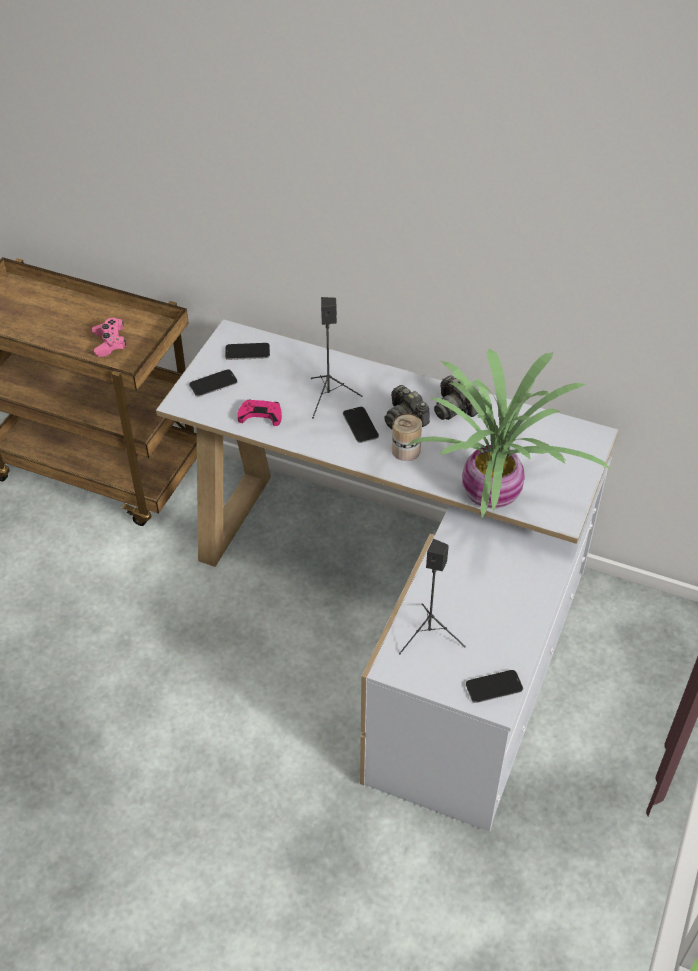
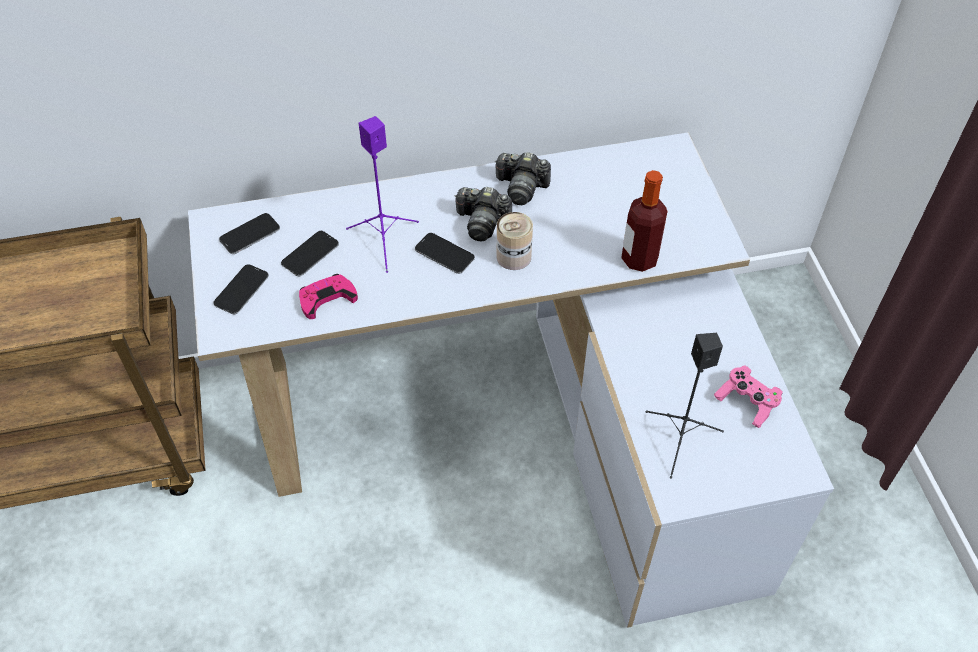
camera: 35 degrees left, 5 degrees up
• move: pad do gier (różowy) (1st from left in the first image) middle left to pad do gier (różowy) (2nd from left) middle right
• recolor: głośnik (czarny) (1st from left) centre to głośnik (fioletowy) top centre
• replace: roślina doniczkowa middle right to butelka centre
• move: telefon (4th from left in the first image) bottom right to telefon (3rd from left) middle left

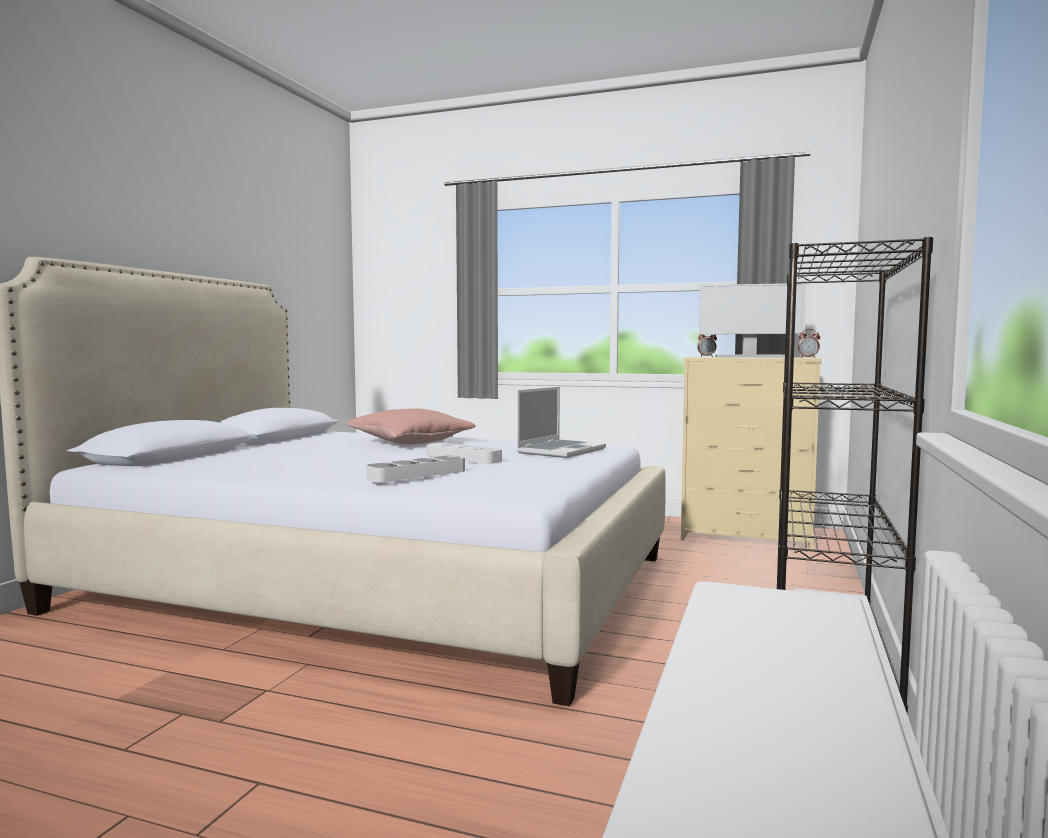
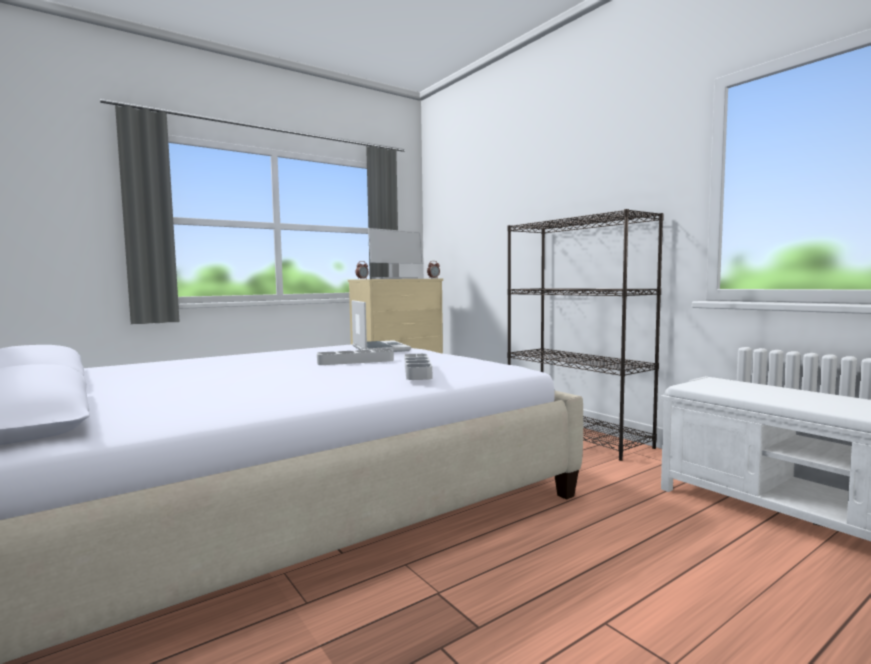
camera: 55 degrees left, 0 degrees up
• delete: poduszka (różowy) centre

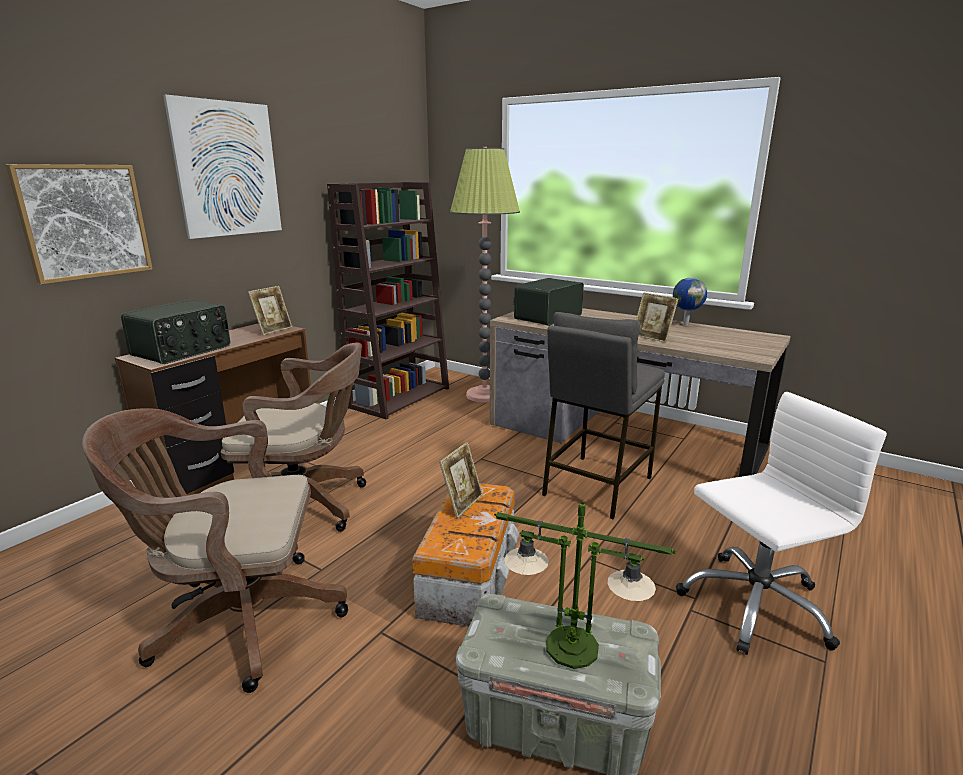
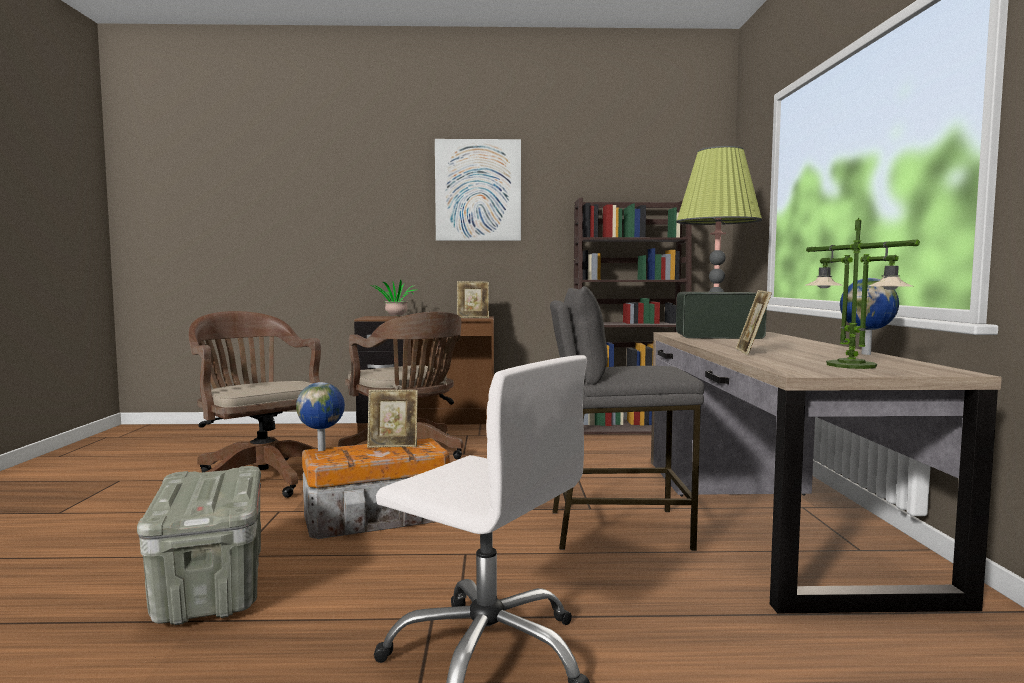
camera: 55 degrees right, 15 degrees down
• delete: obraz (1st from left) top left
• replace: radio (1st from left) middle left to roślina doniczkowa centre
• move: lampa stołowa bottom centre to middle right
• insert: globus (1st from left) middle left

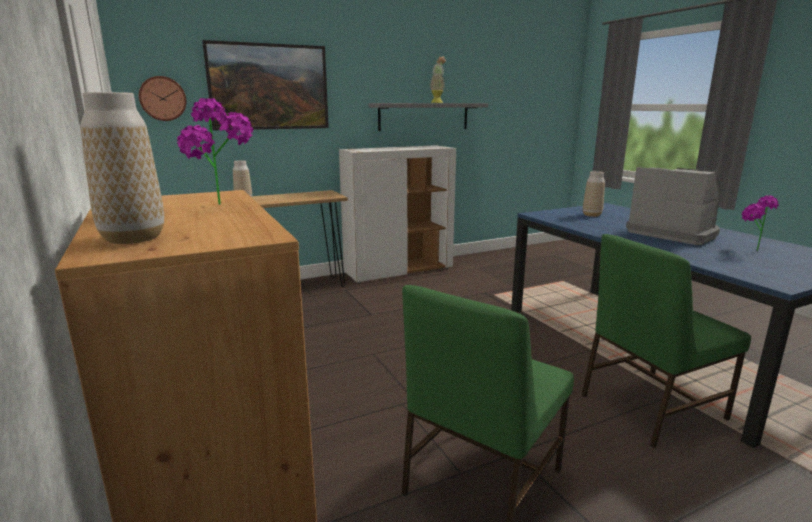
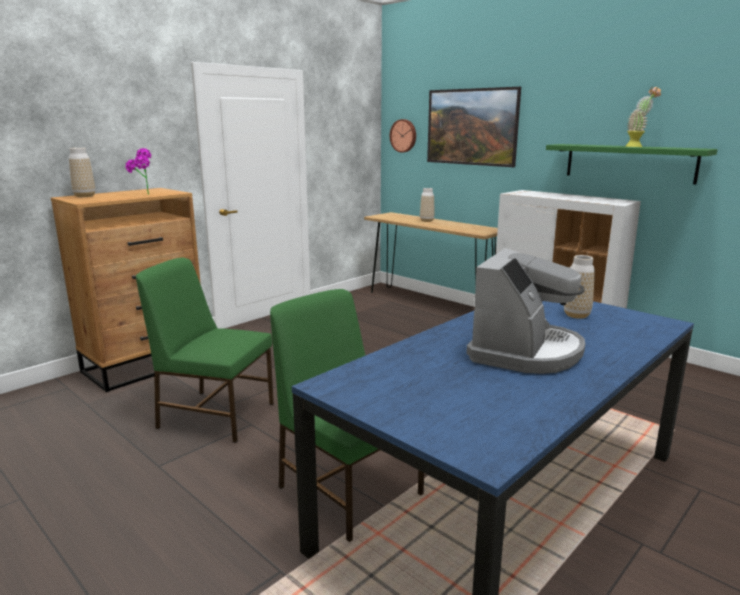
camera: 70 degrees right, 0 degrees up
• recolor: półka (szary) top centre to półka (zielony) top right
• delete: roślina doniczkowa (3rd from left) middle right

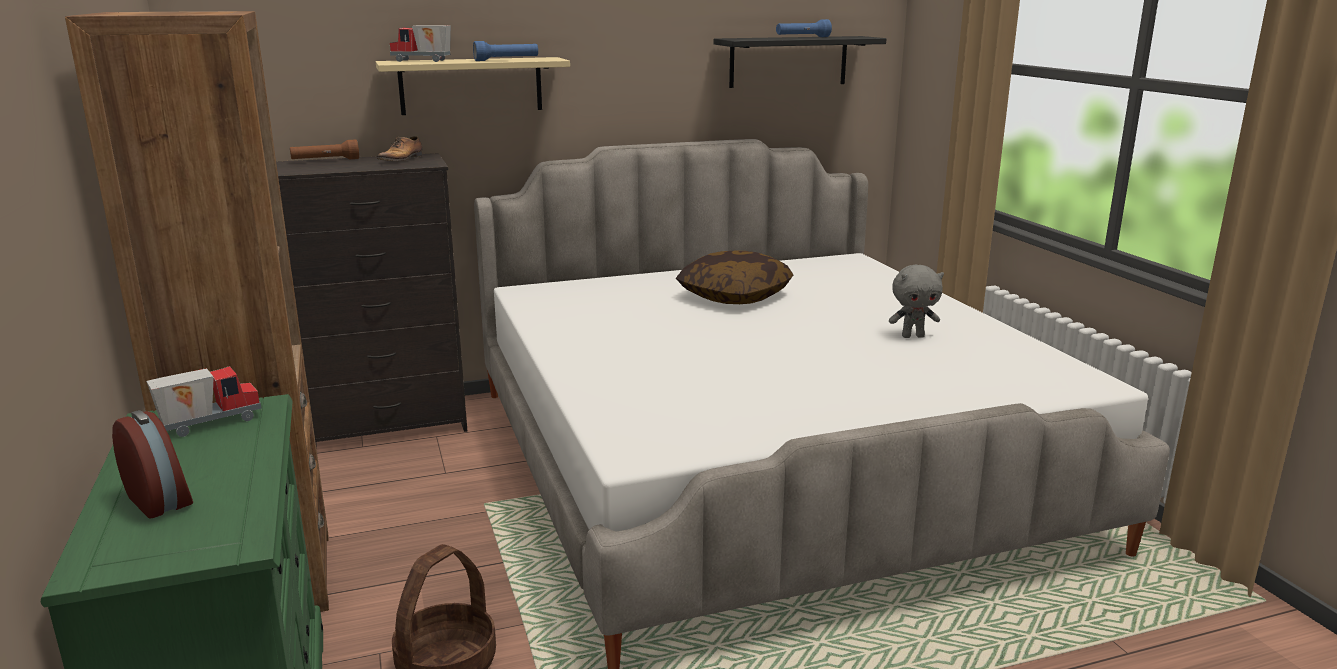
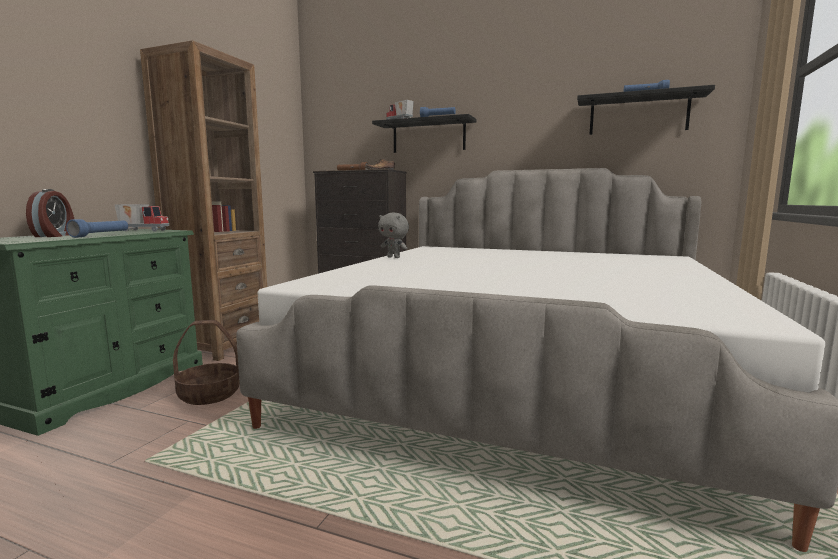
camera: 40 degrees right, 10 degrees down
• recolor: półka (beżowy) top centre to półka (czarny) (1st from left) top centre
• delete: poduszka centre
• move: pluszak (szary) middle right to centre
• insert: latarka (niebieski) (1st from left) middle left

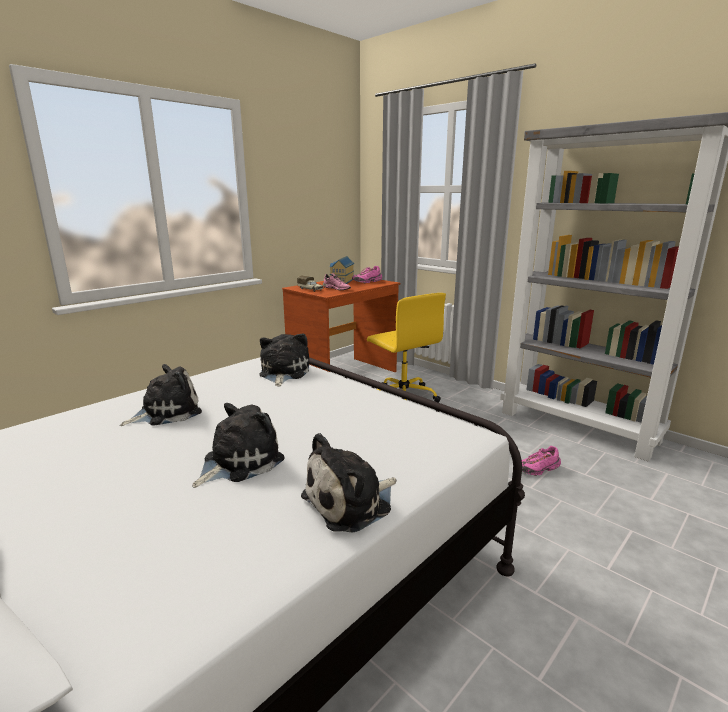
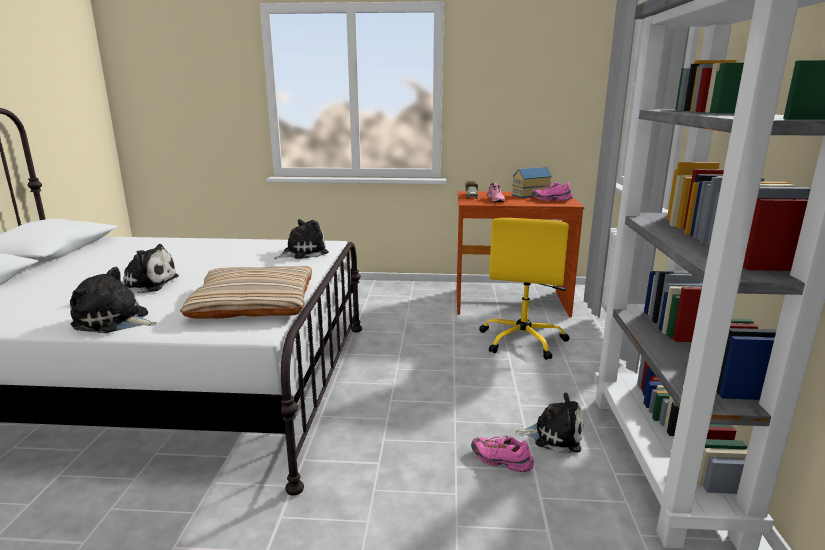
camera: 50 degrees right, 0 degrees up
• move: pluszak (1st from left in the first image) middle left to pluszak (4th from left) bottom centre
• insert: poduszka (beżowy) middle left

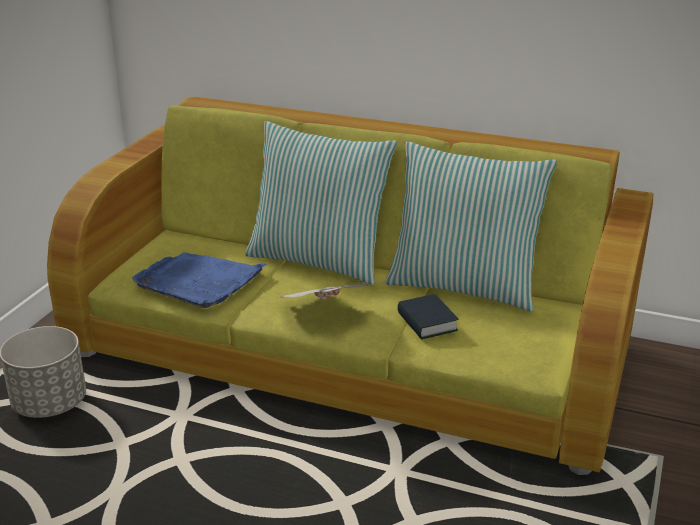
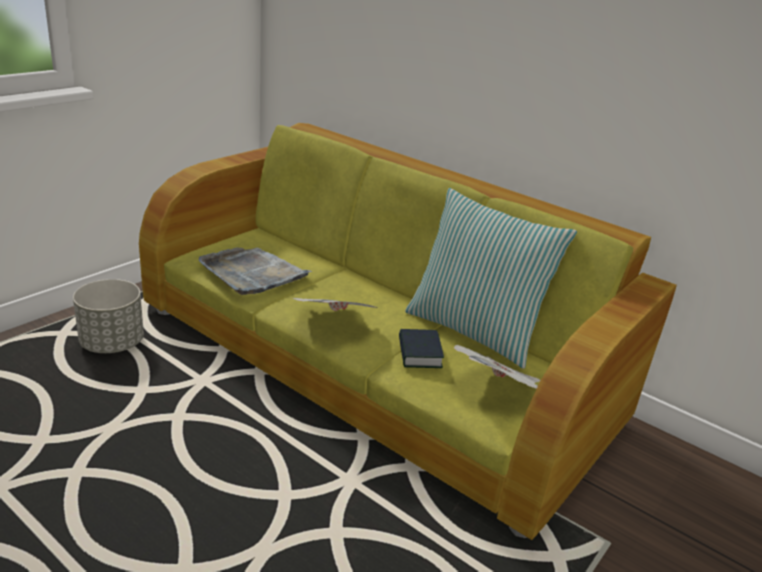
camera: 15 degrees right, 0 degrees up
• recolor: taca (niebieski) middle left to taca (szary) centre
• delete: poduszka (1st from left) centre
• insert: gazeta (2nd from left) centre

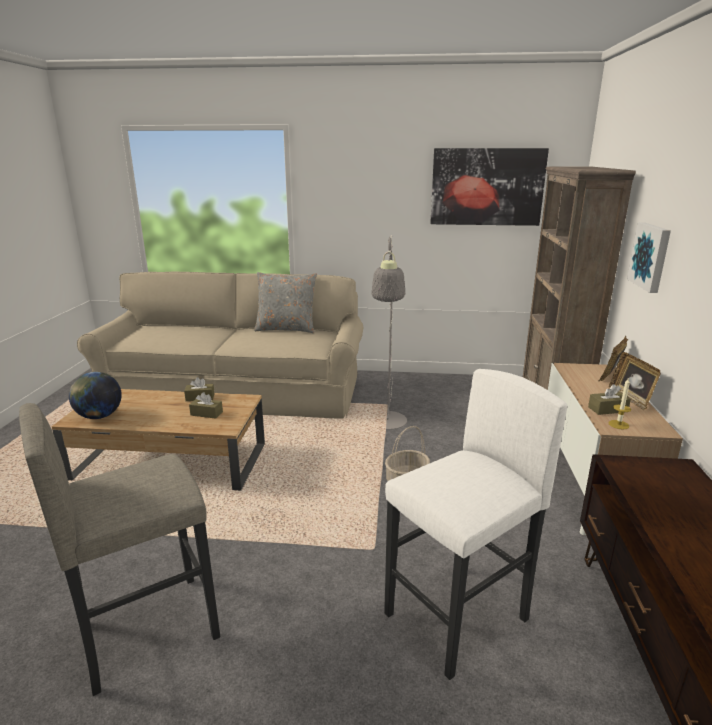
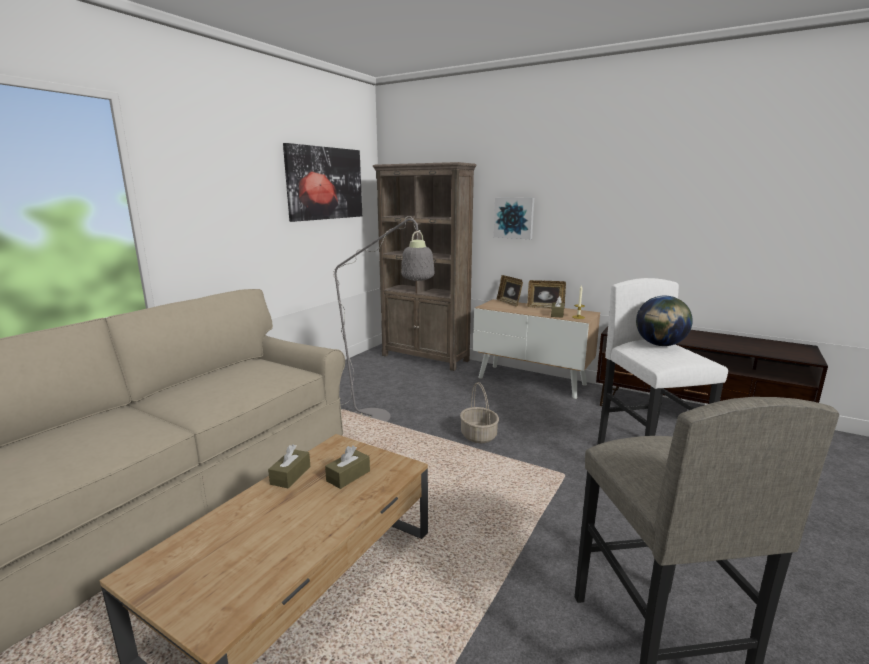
camera: 65 degrees left, 5 degrees down
• move: globus middle left to middle right
• delete: poduszka (szary) centre

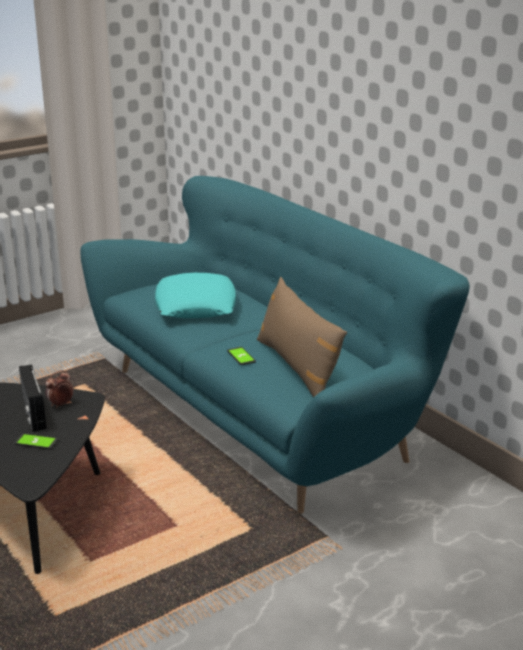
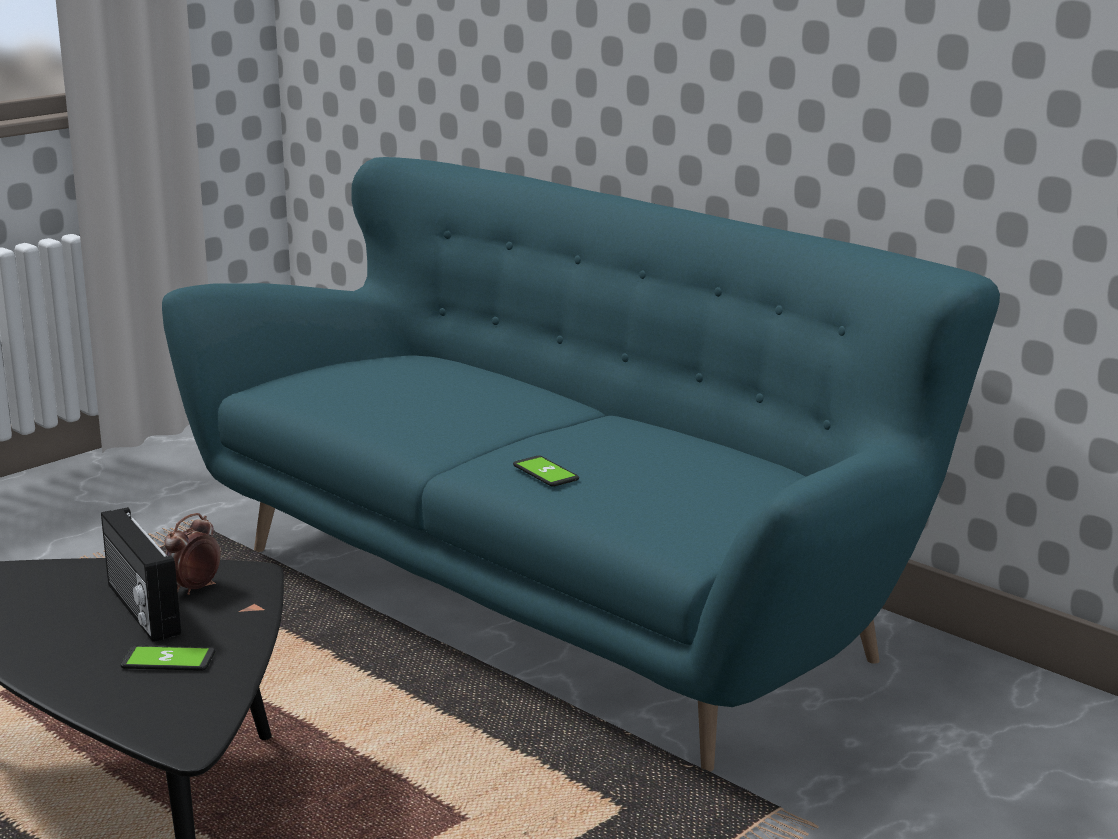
camera: 10 degrees left, 5 degrees down
• delete: poduszka (turkusowy) centre
• delete: poduszka (brązowy) centre

